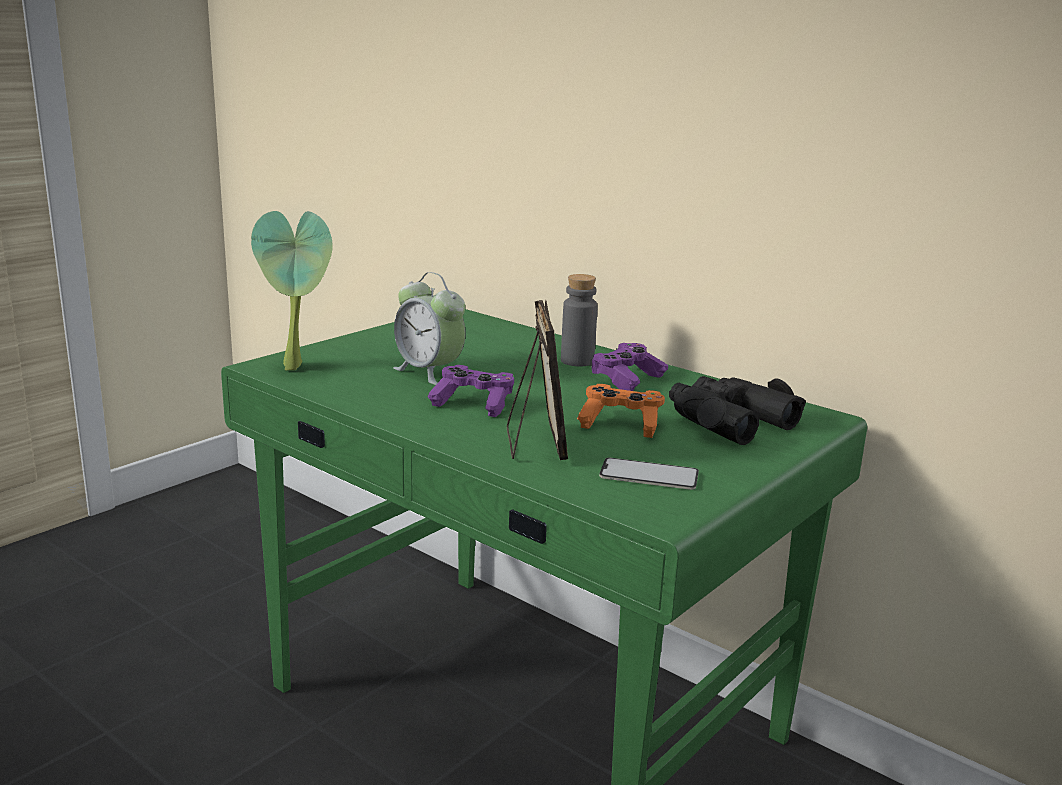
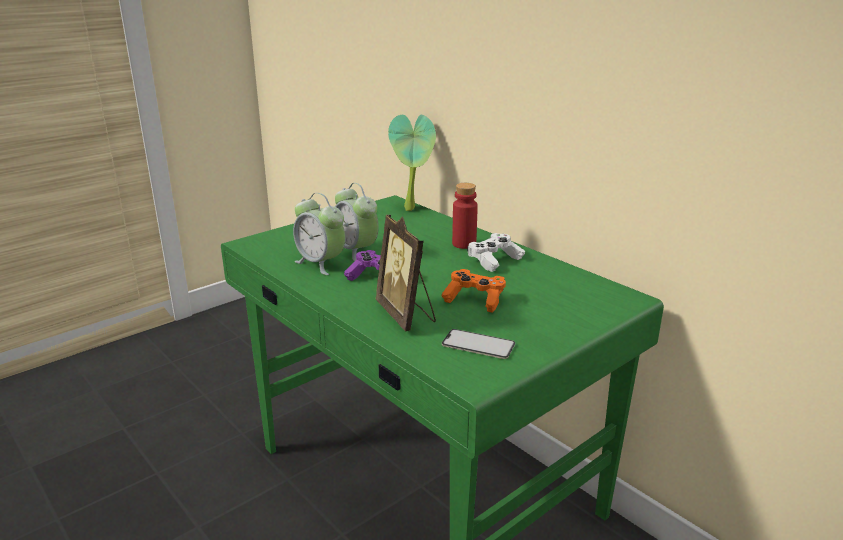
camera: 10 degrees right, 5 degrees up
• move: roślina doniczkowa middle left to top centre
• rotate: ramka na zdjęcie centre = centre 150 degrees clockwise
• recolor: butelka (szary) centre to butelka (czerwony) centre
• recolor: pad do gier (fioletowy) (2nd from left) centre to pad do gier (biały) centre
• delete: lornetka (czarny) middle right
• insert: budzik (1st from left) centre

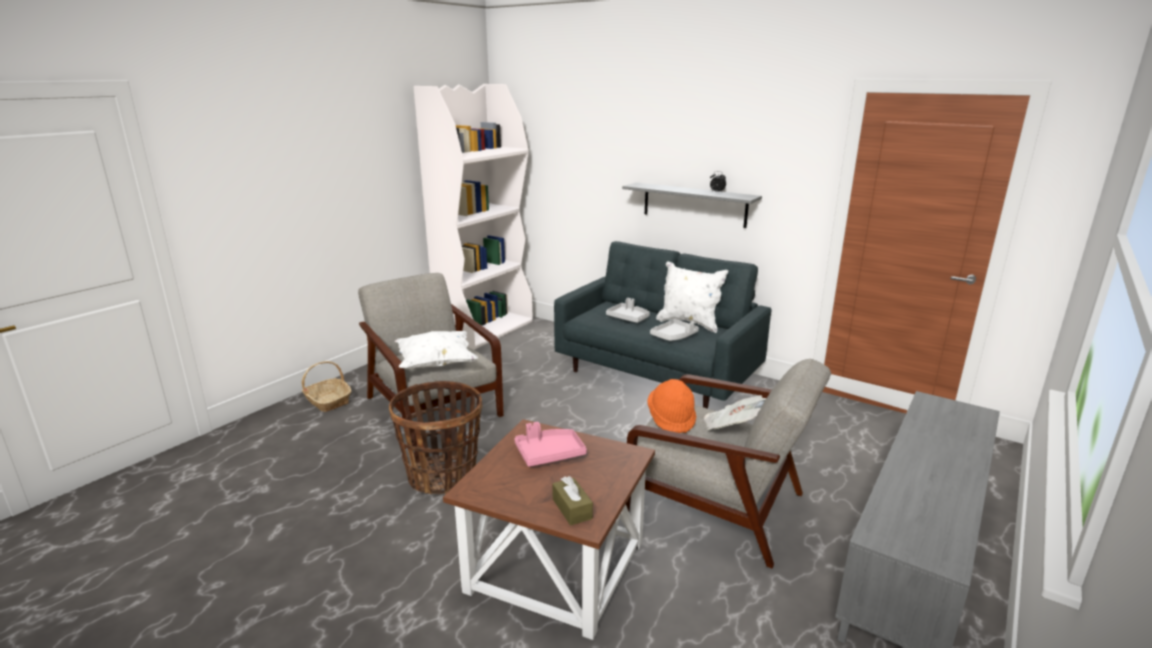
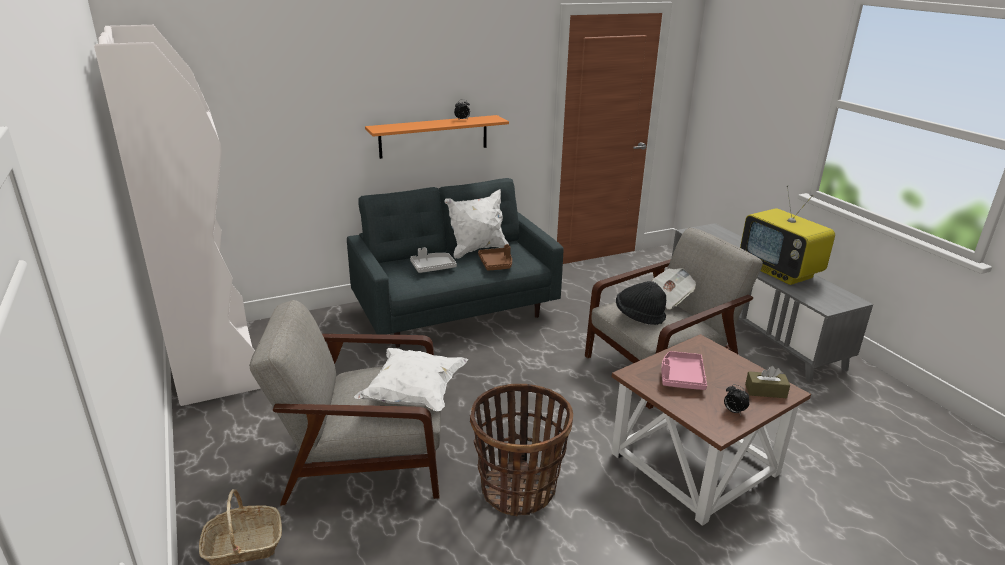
camera: 60 degrees left, 5 degrees up
• recolor: półka (szary) top centre to półka (pomarańczowy) top centre
• recolor: kapelusz (pomarańczowy) centre to kapelusz (czarny) centre
• recolor: taca (szary) (2nd from left) centre to taca (brązowy) centre
• insert: budzik (2nd from left) bottom right
• insert: telewizor middle right

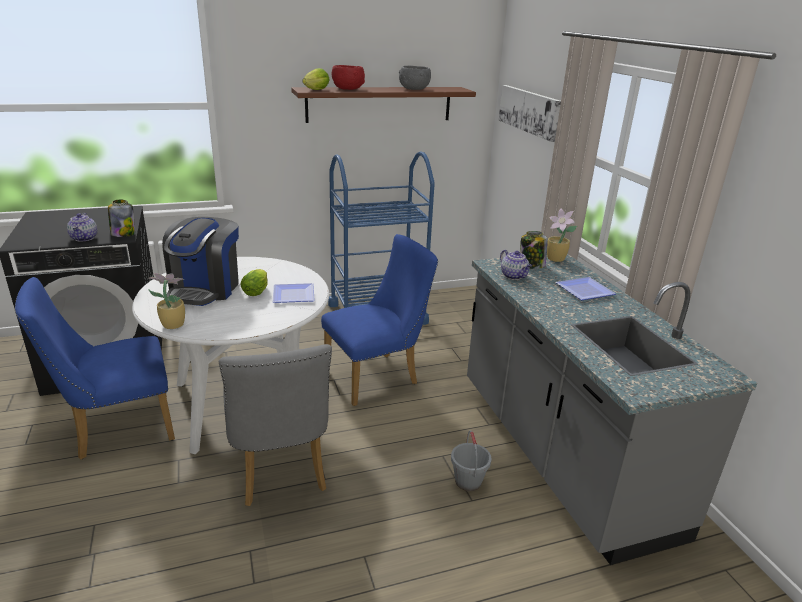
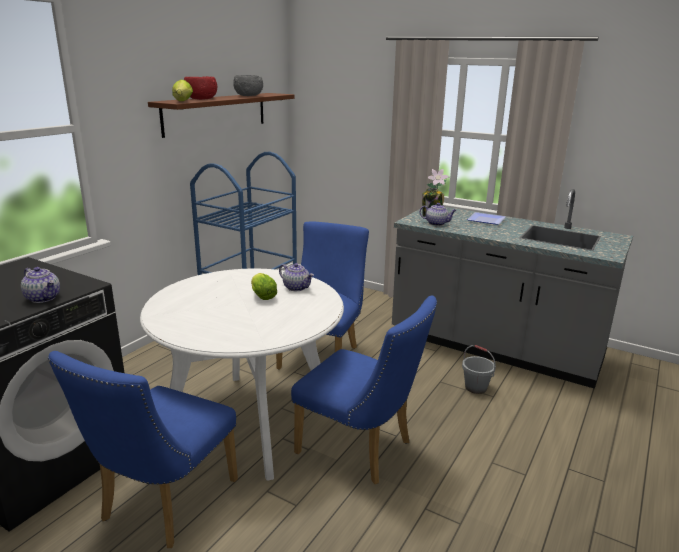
camera: 40 degrees left, 5 degrees down
• delete: słoik (1st from left) middle left
• delete: roślina doniczkowa (1st from left) middle left
• delete: ekspres do kawy middle left
• recolor: krzesło (szary) bottom centre to krzesło (niebieski) (3rd from left) bottom centre
• replace: talerz (1st from left) centre to imbryk (2nd from left) centre
• delete: obraz top centre

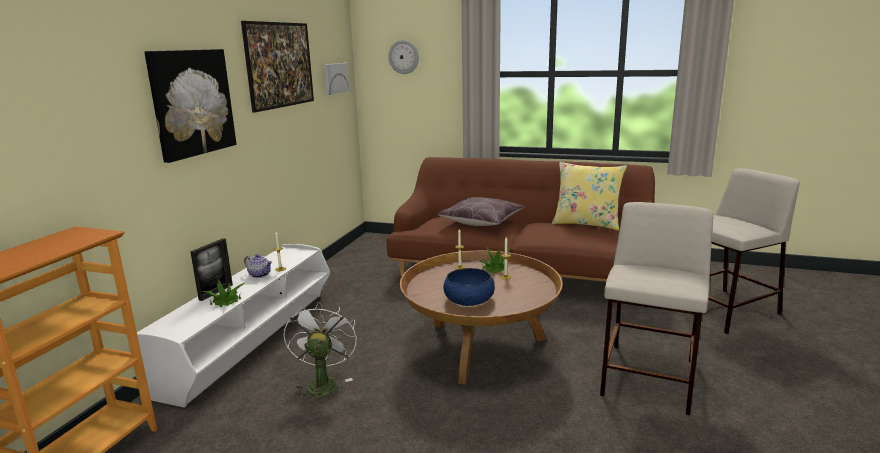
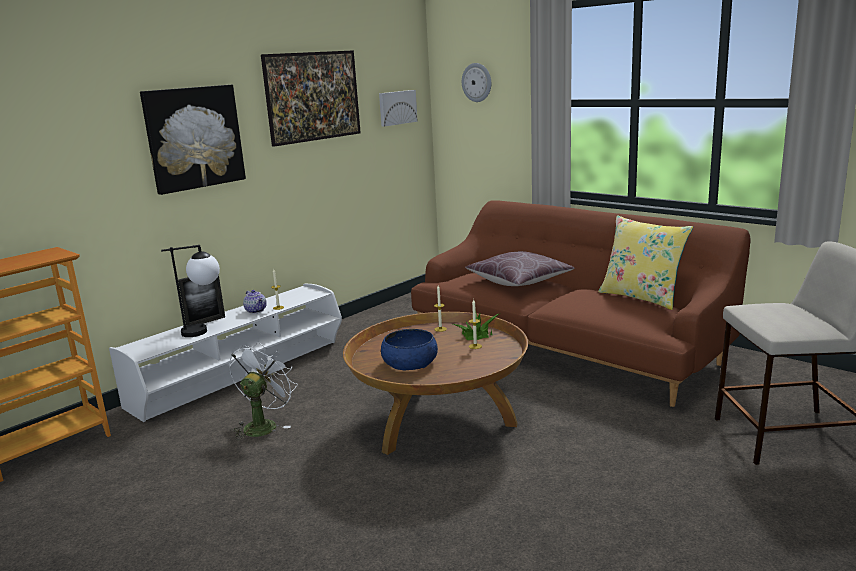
camera: 25 degrees right, 0 degrees up
• replace: roślina doniczkowa (1st from left) middle left to lampa stołowa middle left
• delete: stołek (beżowy) (1st from left) bottom right

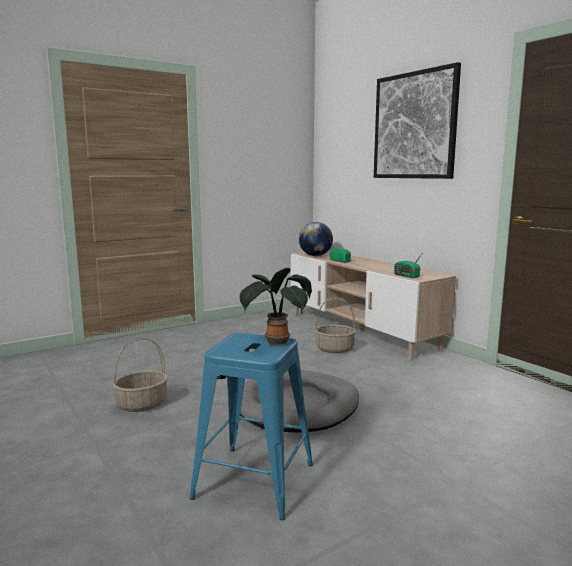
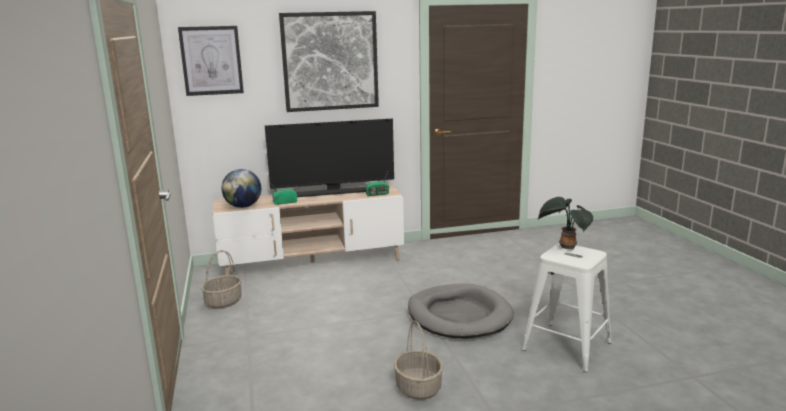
camera: 70 degrees left, 5 degrees up
• recolor: stołek (niebieski) bottom centre to stołek (biały) bottom right
• move: koszyk (2nd from left in the first image) centre to koszyk (1st from left) bottom left
• insert: obraz (1st from left) top left
• insert: telewizor centre

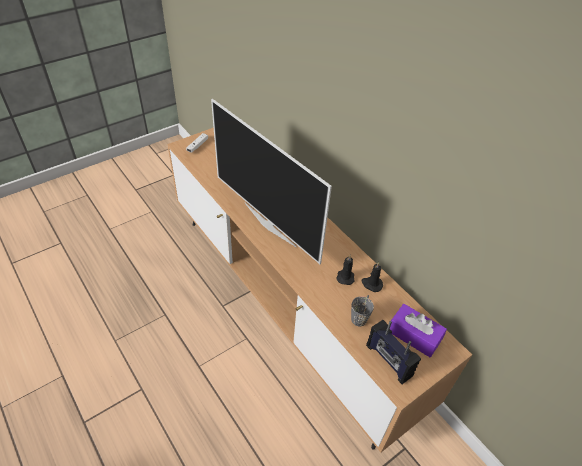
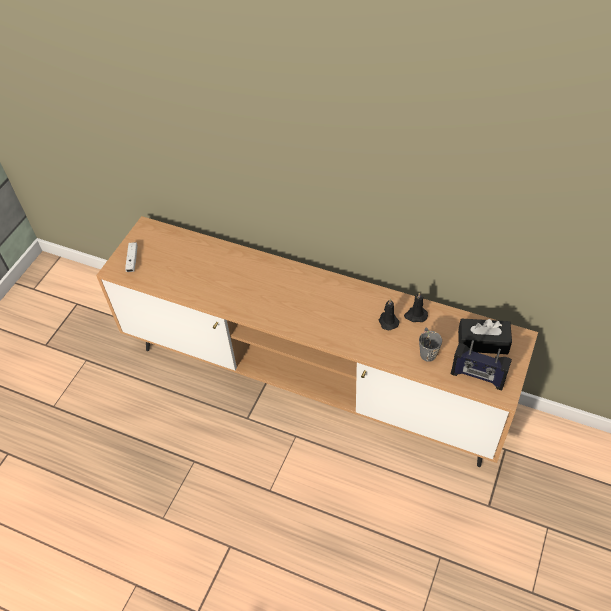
camera: 25 degrees left, 5 degrees up
• delete: telewizor centre
• recolor: pudełko chusteczek (fioletowy) bottom right to pudełko chusteczek (czarny) middle right

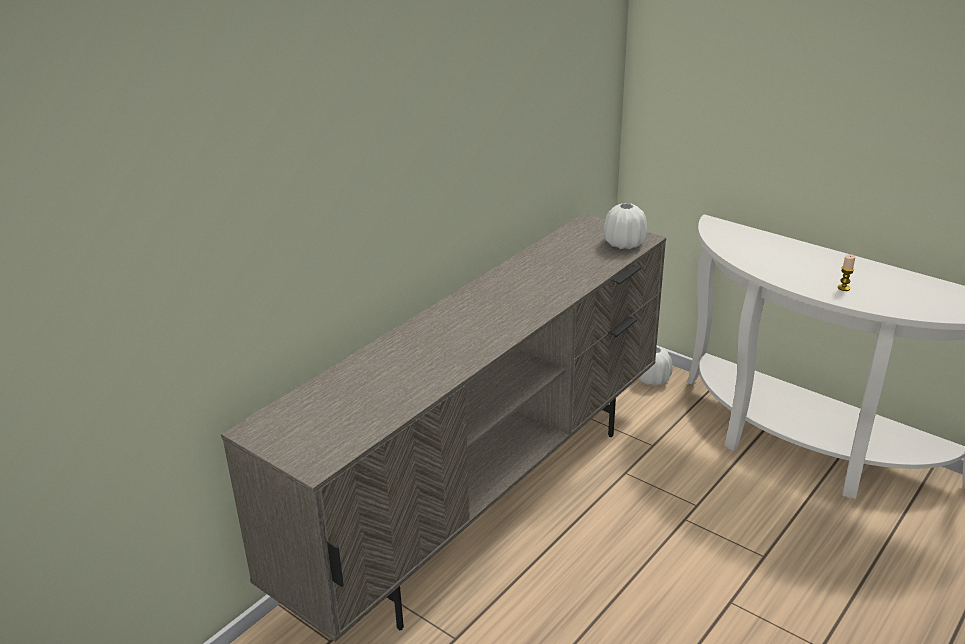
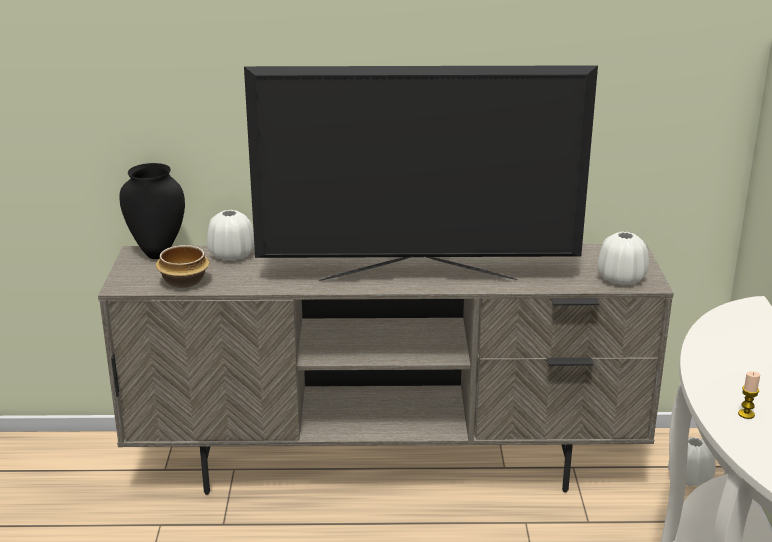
camera: 50 degrees right, 5 degrees down
• insert: wazon (czarny) middle left
• insert: miska middle left
• insert: wazon (biały) (1st from left) middle left
• insert: telewizor top centre

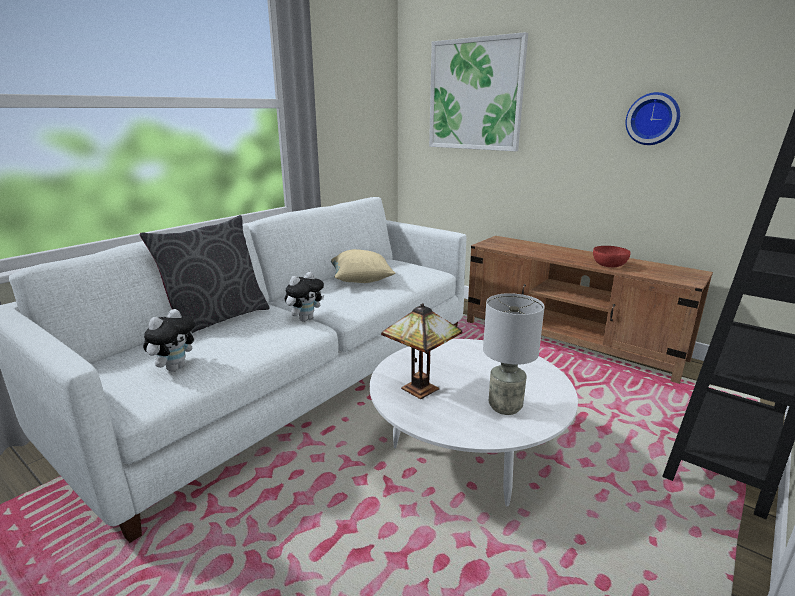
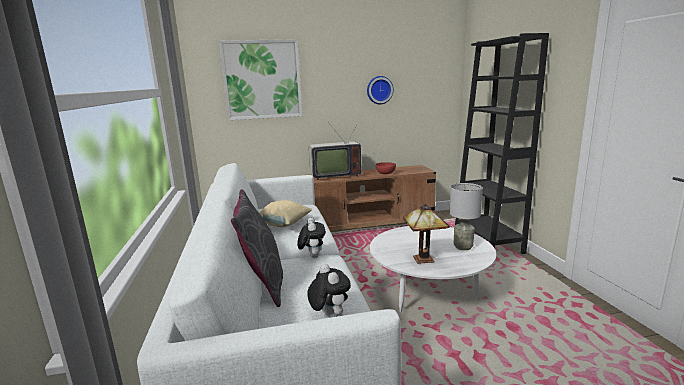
camera: 50 degrees left, 5 degrees down
• insert: telewizor centre

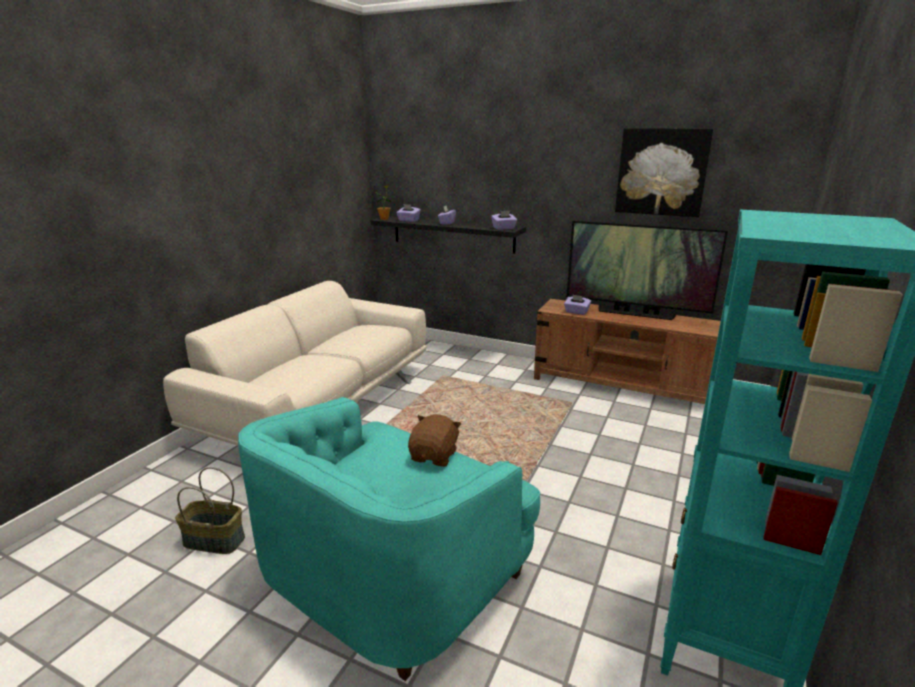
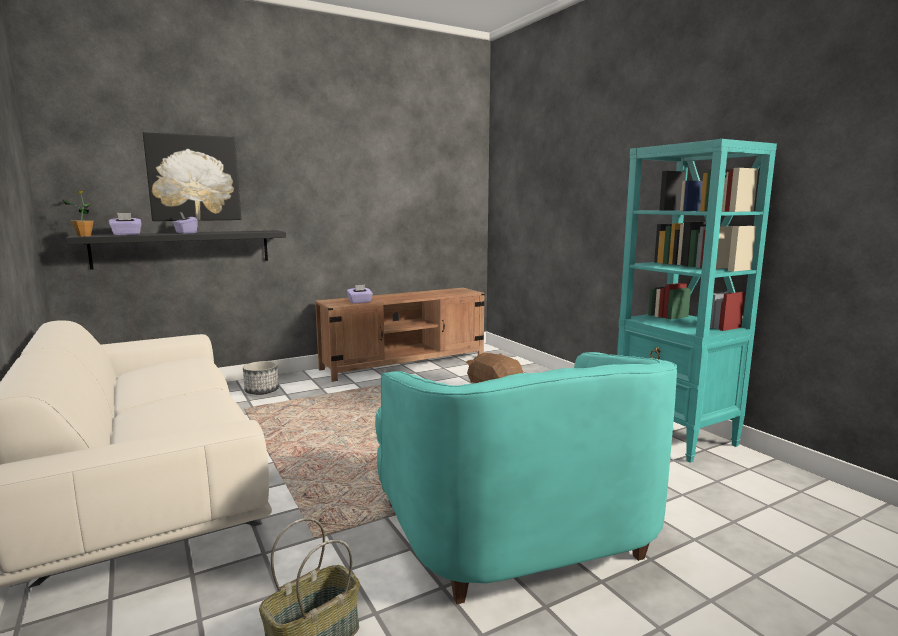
camera: 55 degrees left, 10 degrees down
• delete: pudełko chusteczek (fioletowy) (3rd from left) top centre
• delete: telewizor middle right
• move: obraz top right to top left
• insert: donica middle left

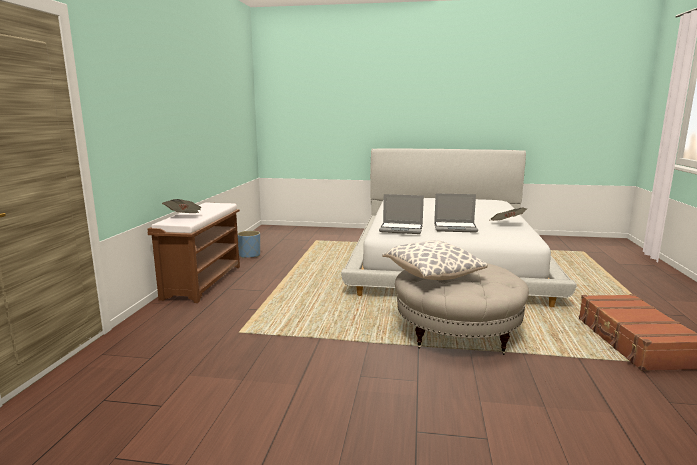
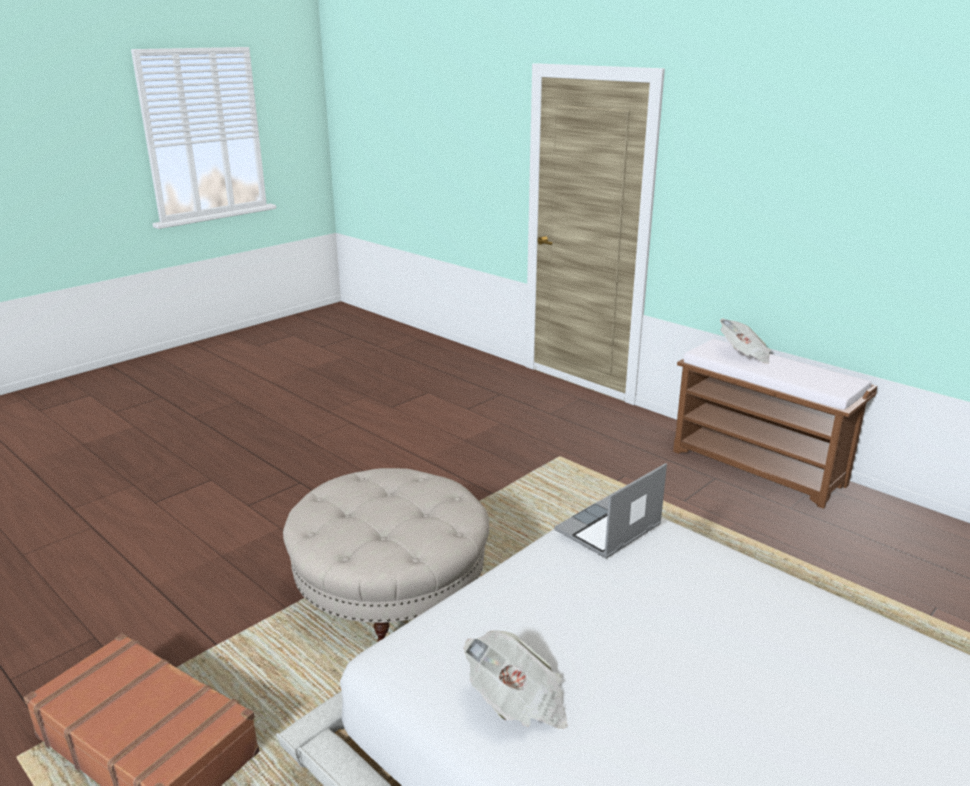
camera: 125 degrees right, 10 degrees up
• delete: donica (niebieski) centre
• delete: poduszka centre
• delete: laptop (2nd from left) centre

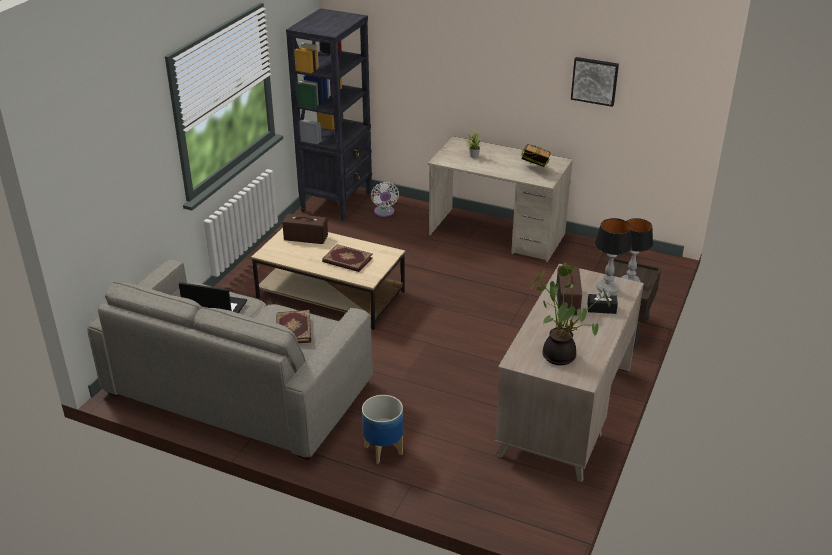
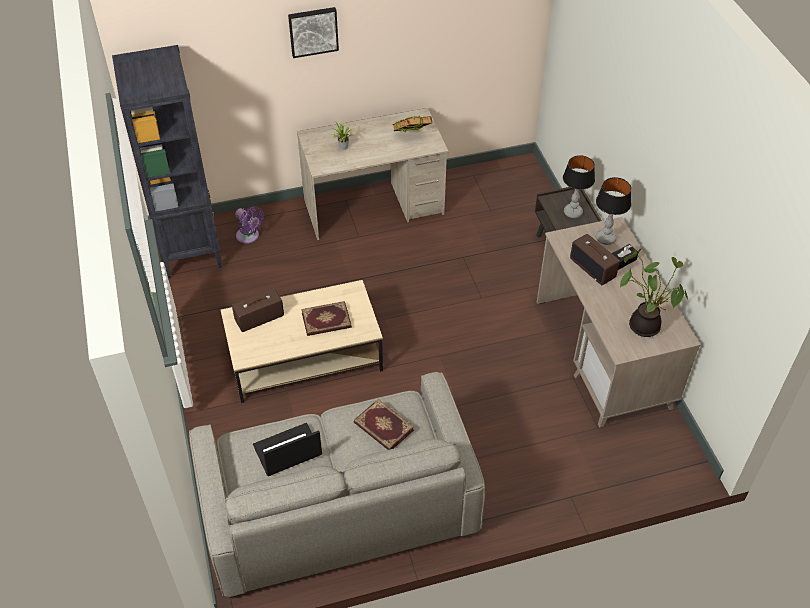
camera: 40 degrees left, 15 degrees up
• delete: donica bottom centre
• recolor: wentylator (biały) centre to wentylator (fioletowy) middle left
• move: obraz top right to top centre

